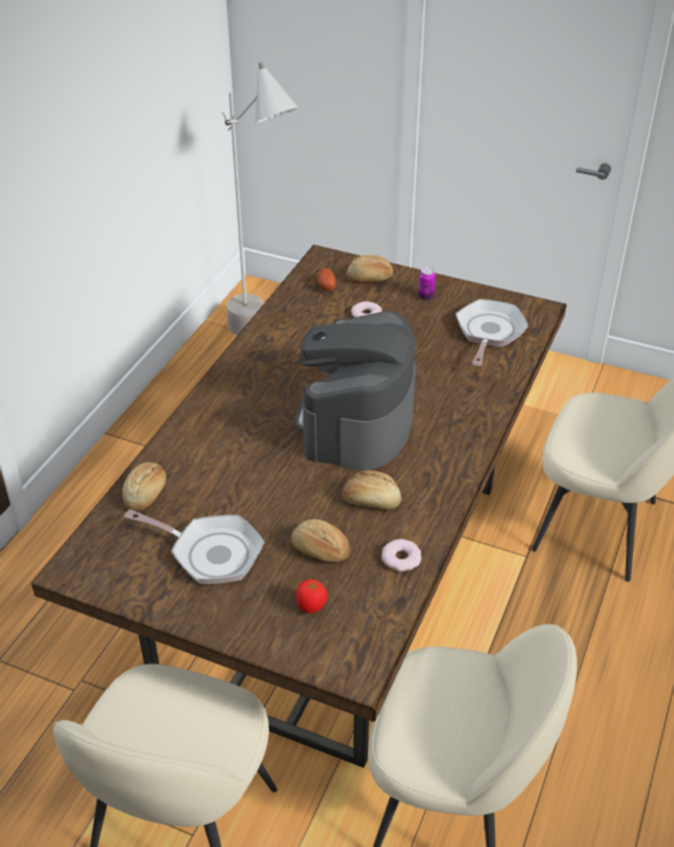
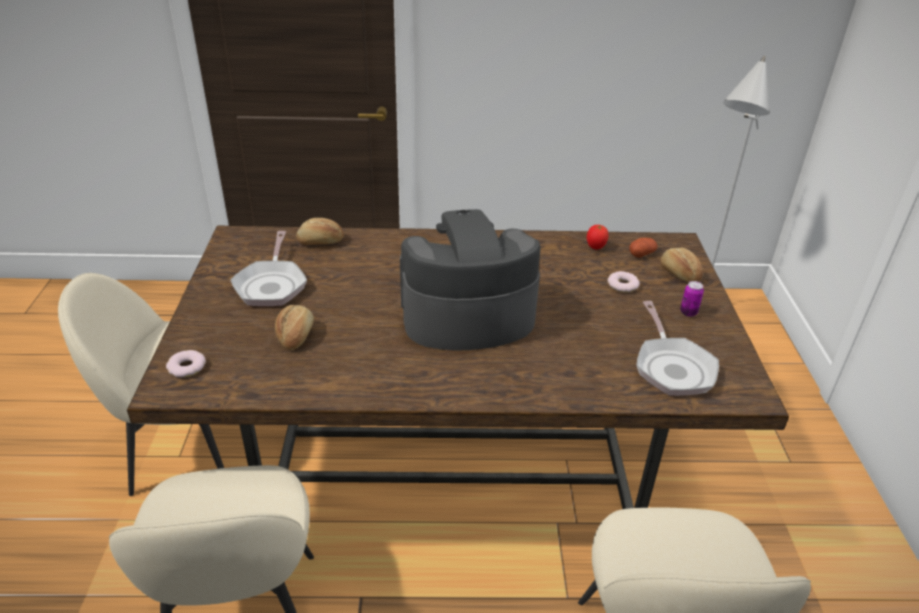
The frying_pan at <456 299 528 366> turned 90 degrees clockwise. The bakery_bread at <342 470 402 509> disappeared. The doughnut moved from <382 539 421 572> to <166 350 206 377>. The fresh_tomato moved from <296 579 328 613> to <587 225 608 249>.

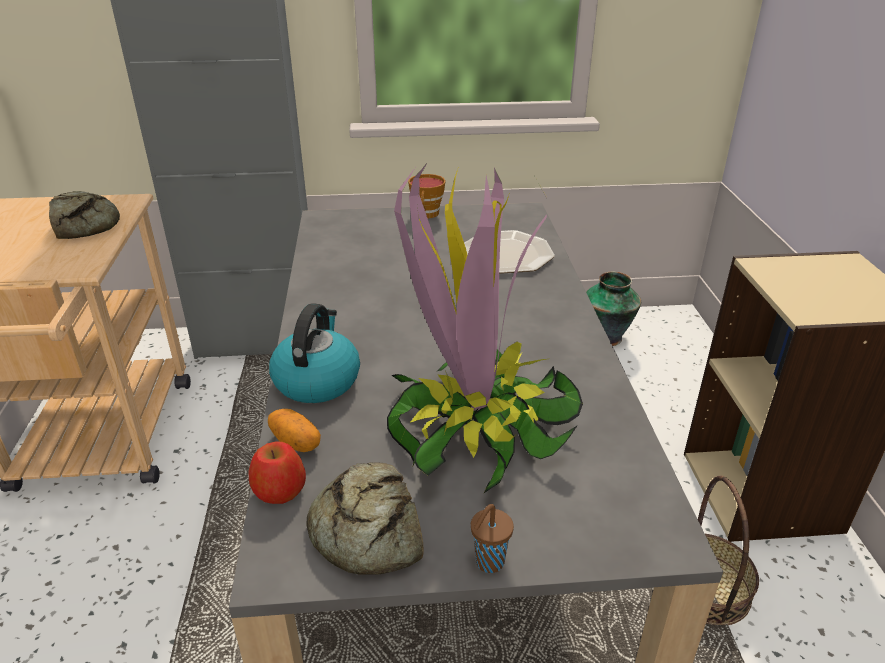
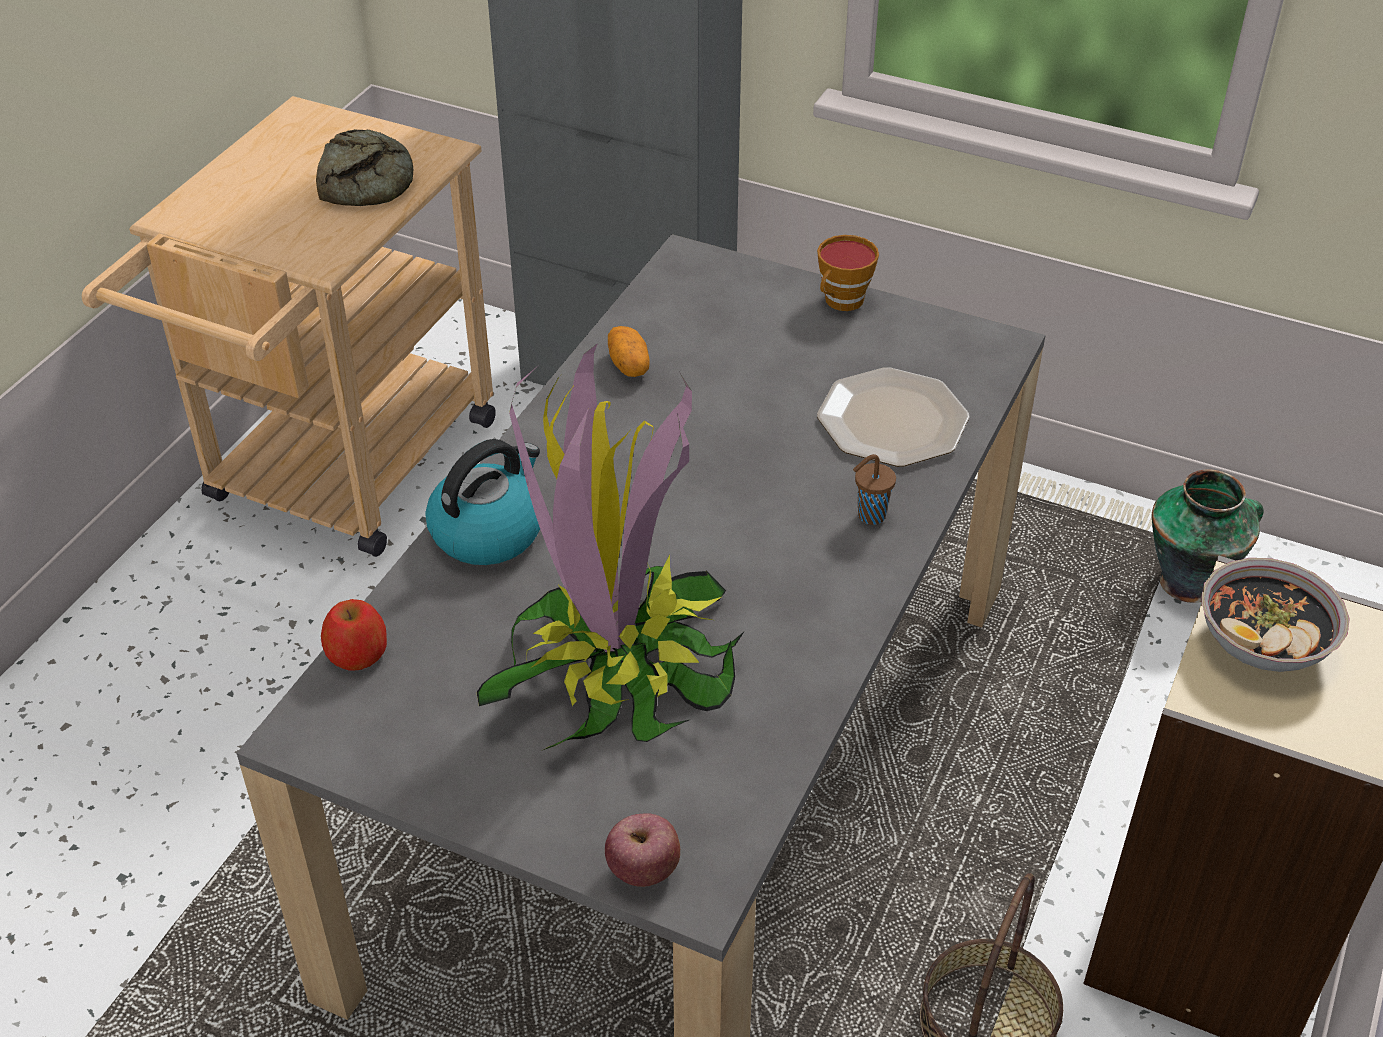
The spud moved from <268 409 321 452> to <608 326 649 377>. The bakery_bread at <307 462 424 575> disappeared. The brownish_small_cup moved from <471 504 514 573> to <853 454 896 525>. The deep_dish at <1201 558 1350 672> appeared. The whole_apple at <605 813 680 887> appeared.

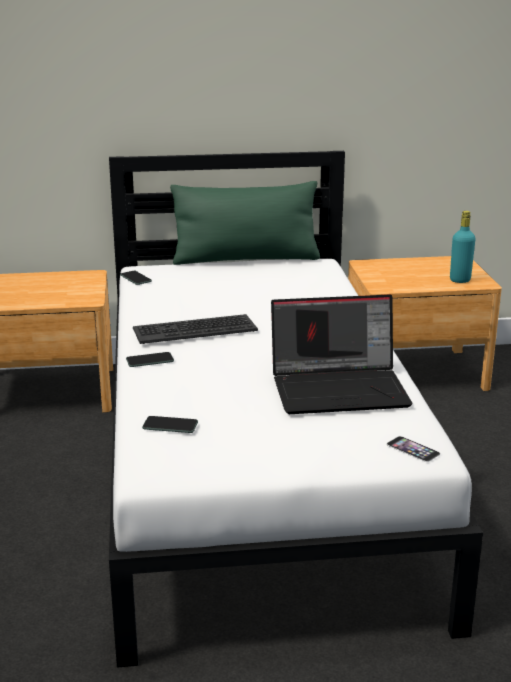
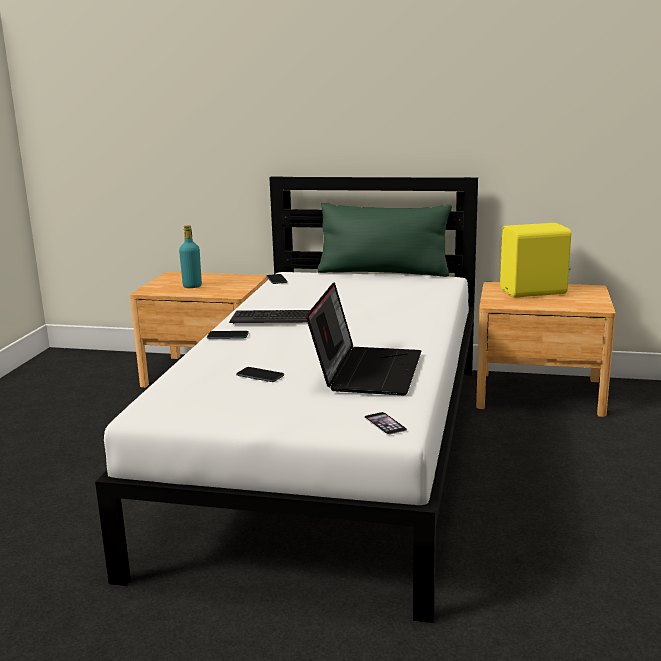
The blue-green_bottle moved from <450 211 475 283> to <179 225 202 288>. The laptop at <271 295 412 414> turned 90 degrees counterclockwise. The handset moved from <142 416 198 433> to <236 367 284 382>. The yellow_speaker at <500 223 571 298> appeared.

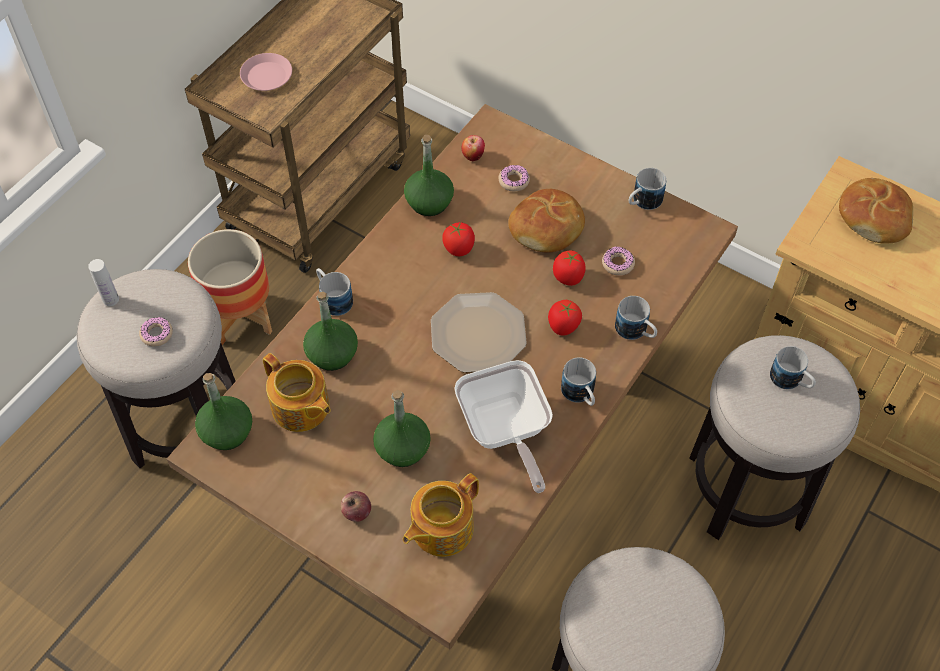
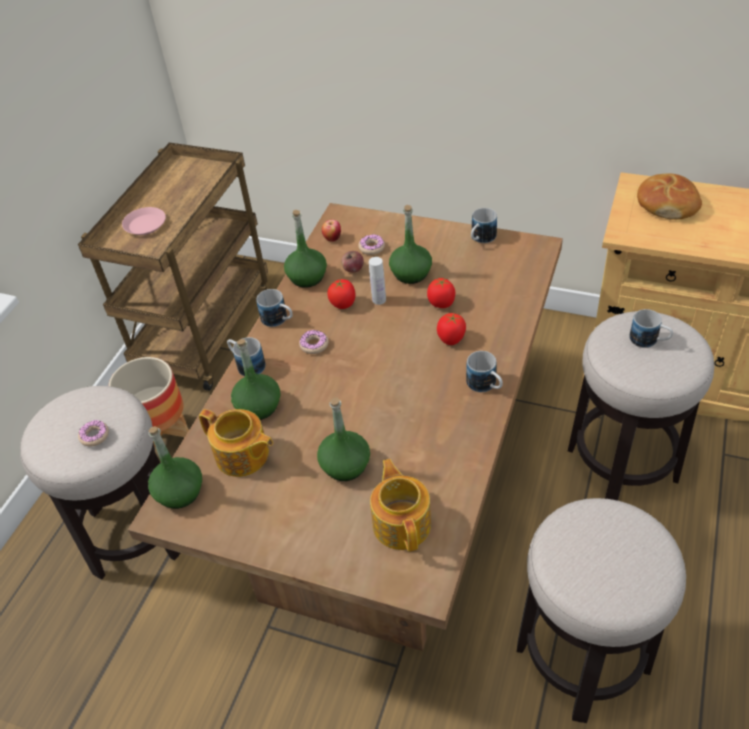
The bakery_bread at <508 189 585 253> was replaced by the green-coloured_bottle at <389 205 432 284>. The doughnut moved from <602 247 635 276> to <299 330 329 354>. The white_bottle moved from <88 259 119 306> to <369 257 386 305>. The dinner_plate at <431 292 527 373> disappeared. The mug moved from <615 296 657 340> to <256 289 293 327>. The frying_pan at <454 360 553 493> disappeared. The tea_pot at <403 473 479 557> turned 135 degrees clockwise. The whole_apple moved from <341 491 371 522> to <341 251 364 273>.

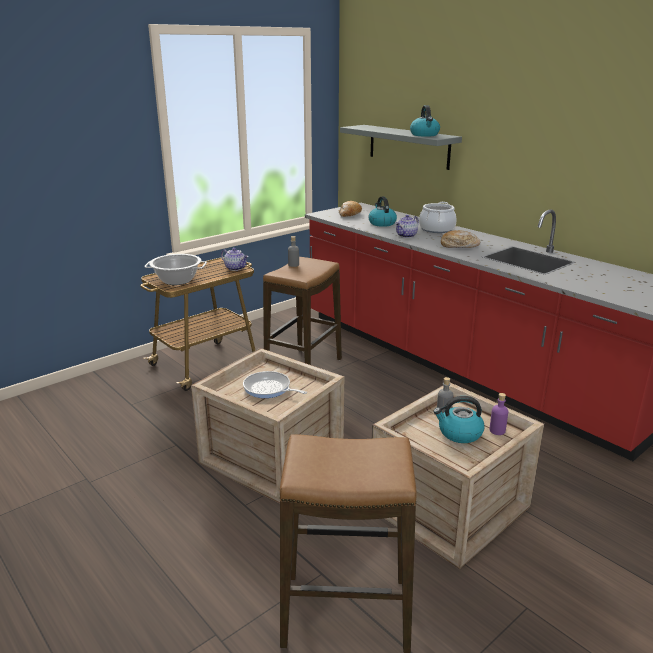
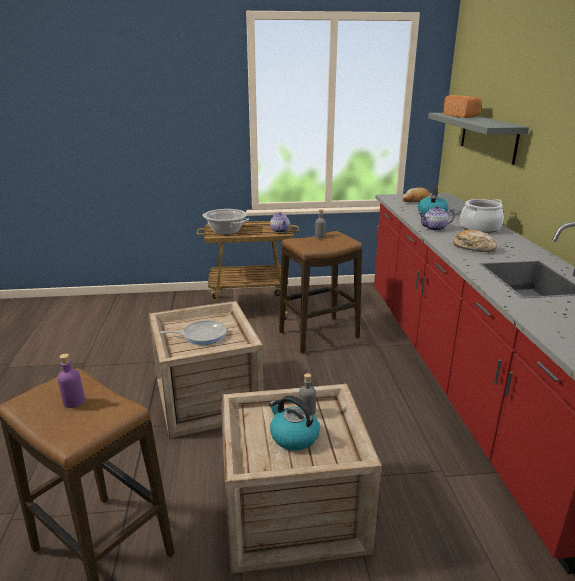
The water_kettle at <410 105 440 137> disappeared. The frying_pan at <243 371 307 398> turned 105 degrees clockwise. The purple_bottle moved from <489 393 508 435> to <58 353 85 408>. The bakery_bread at <443 95 482 118> appeared.

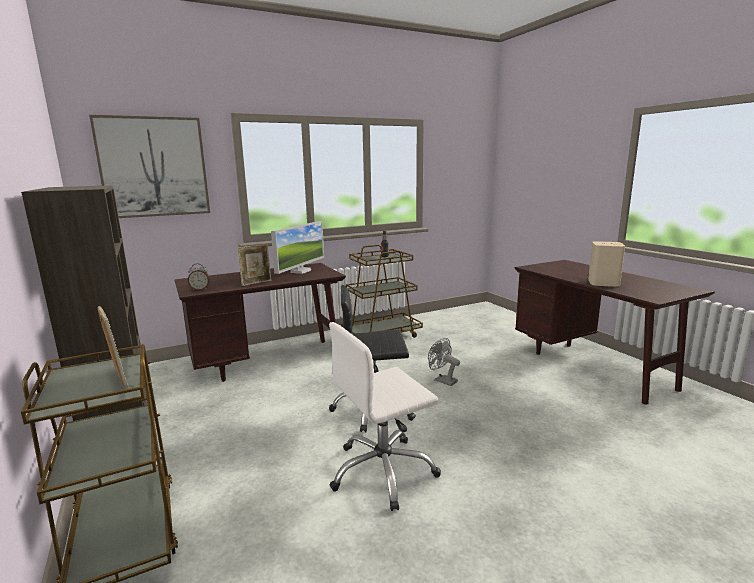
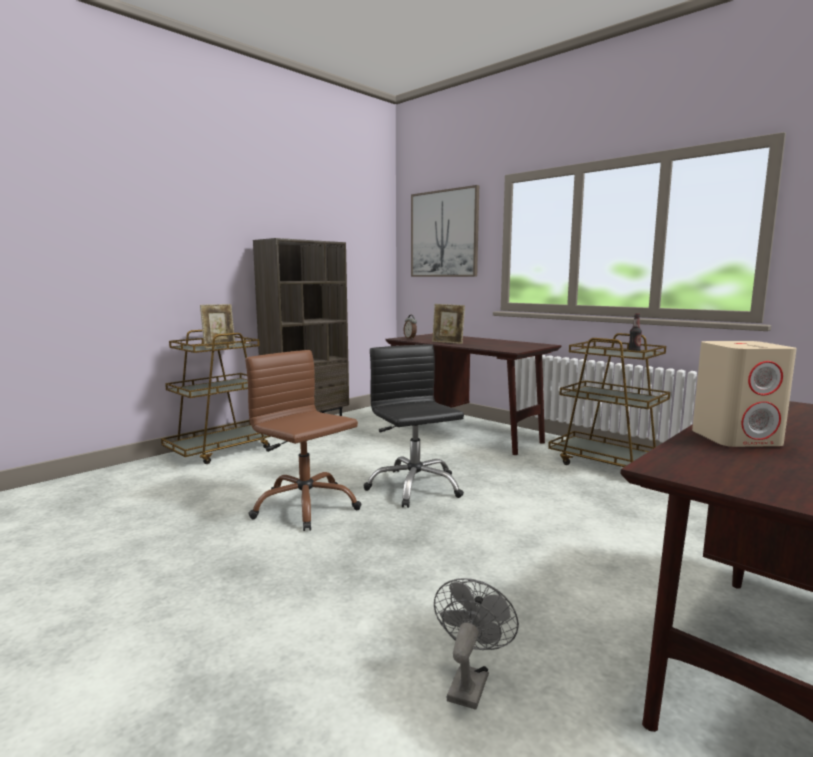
The monitor at <271 221 324 274> disappeared. The white_desk_chair at <329 322 441 511> became the brownish_desk_chair at <245 350 362 531>. The grey_electric_fan moved from <428 338 460 386> to <434 578 519 710>.

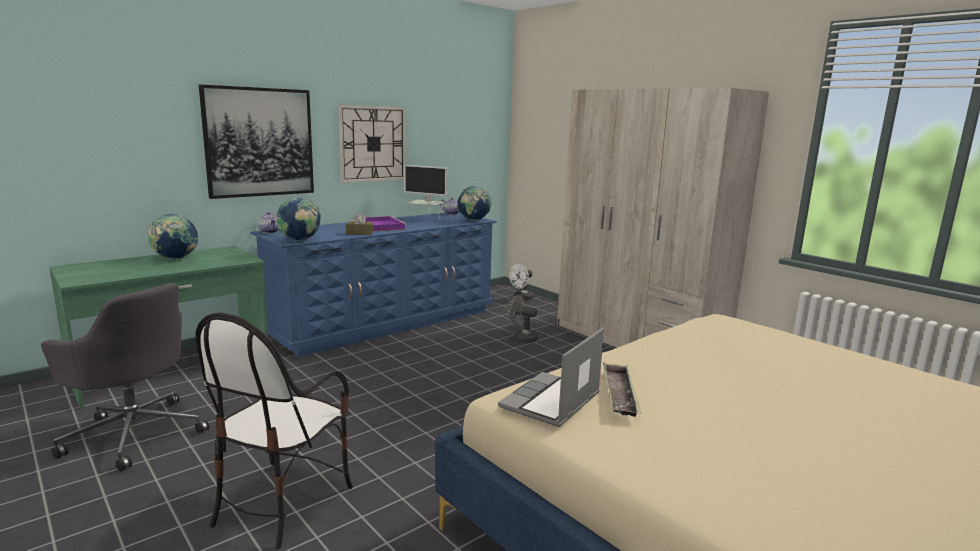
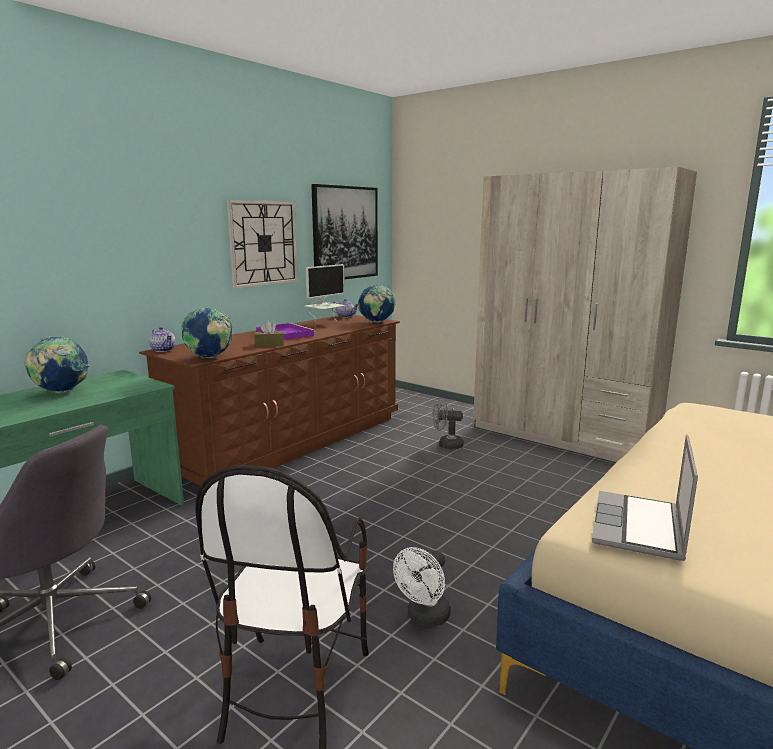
The wall_art moved from <199 85 314 199> to <311 184 378 279>. The monitor at <404 165 447 219> turned 60 degrees counterclockwise. The bluish_dresser at <250 213 497 357> became the brownish_dresser at <139 315 400 488>. The white_electric_fan moved from <509 264 534 300> to <393 547 451 627>. The carrying_tray at <603 363 642 417> disappeared.

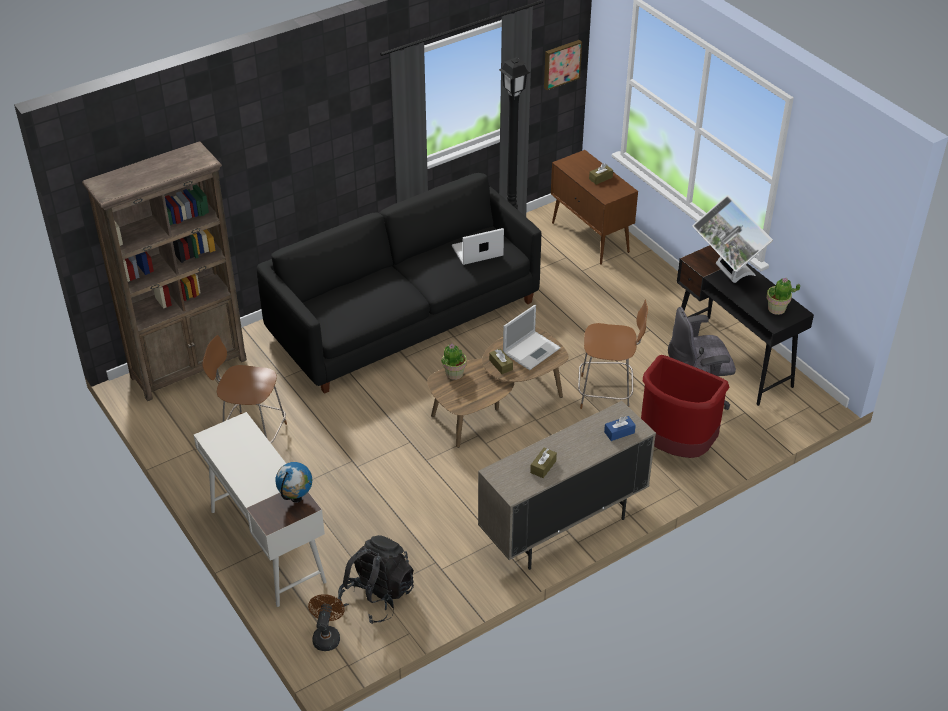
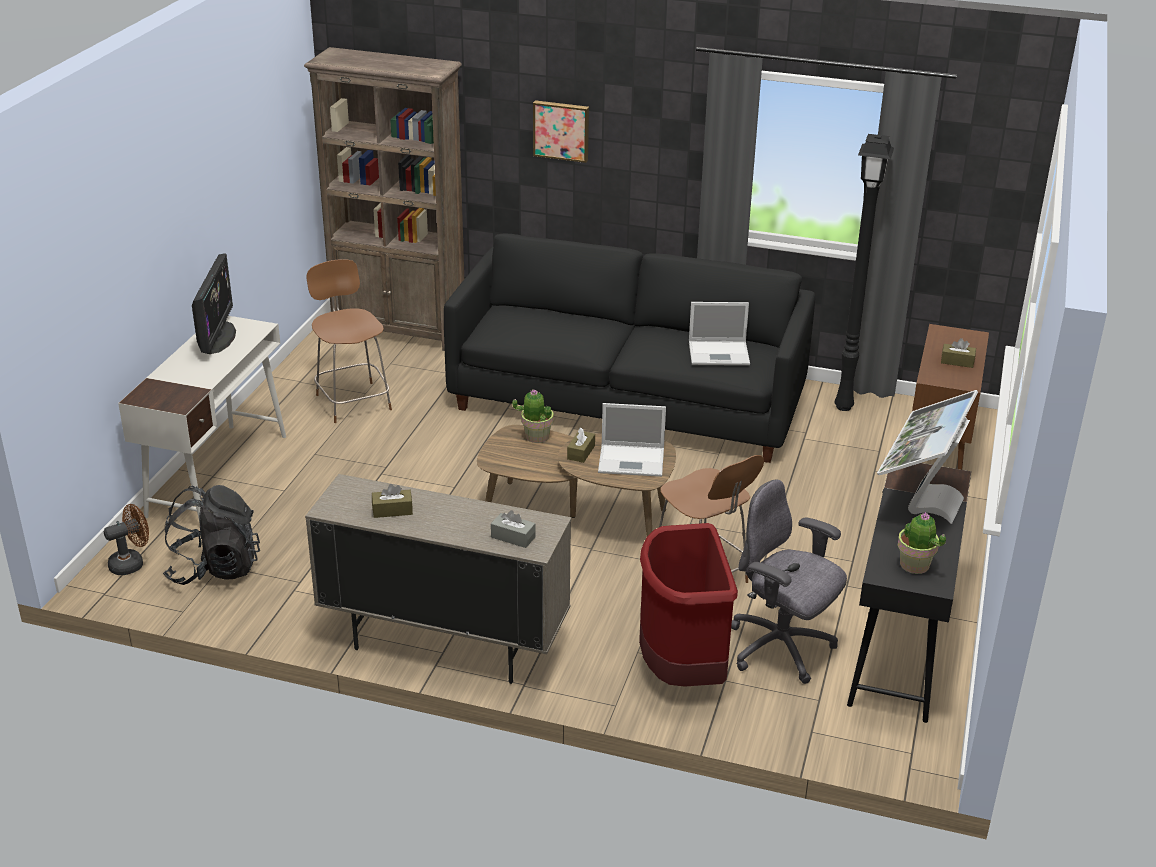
The wall_art moved from <544 40 582 90> to <533 100 589 163>. The laptop at <452 228 504 265> turned 150 degrees clockwise. The bluish_tissue_box at <604 416 636 441> became the grey_tissue_box at <491 510 536 548>. The world_globe at <275 462 312 503> disappeared. The monitor at <192 253 236 354> appeared.

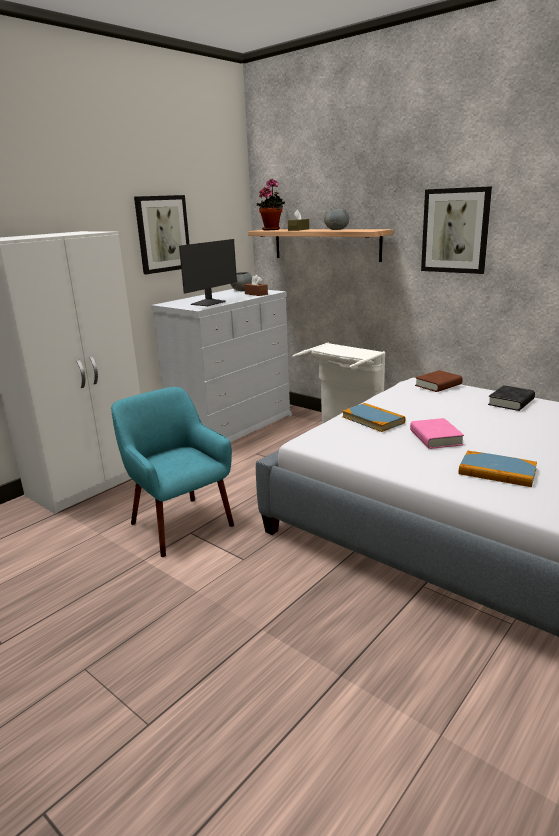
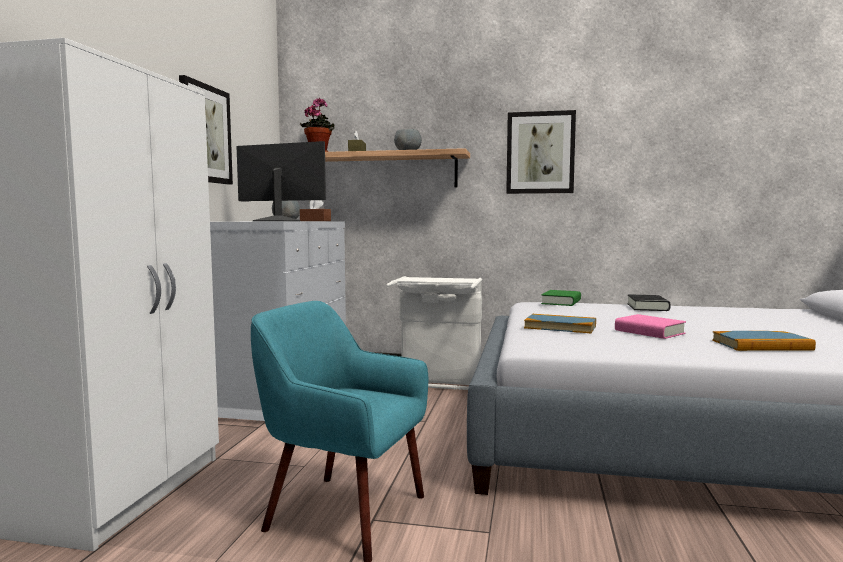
The monitor at <179 239 237 306> turned 75 degrees counterclockwise. The brownish_bound_book at <415 370 463 392> became the green-coloured_bound_book at <541 290 581 306>.

